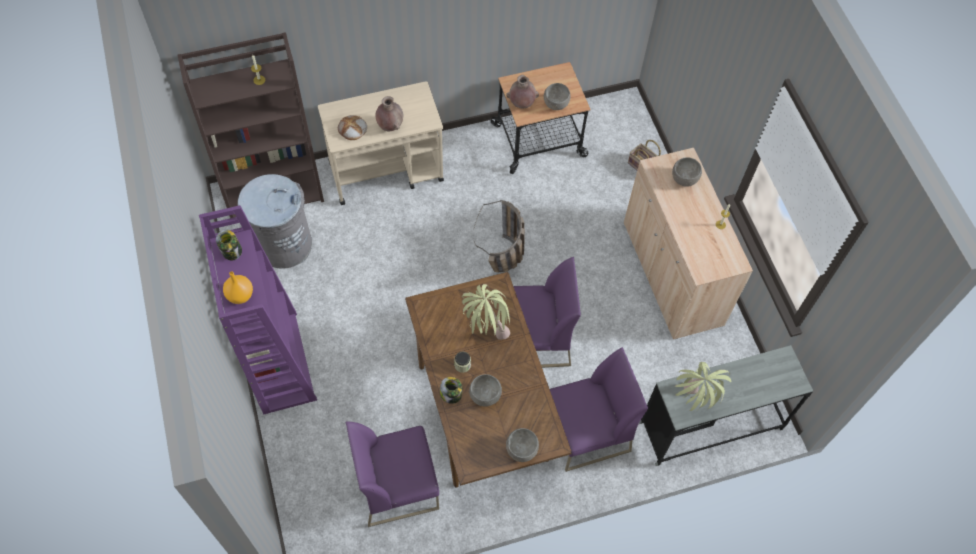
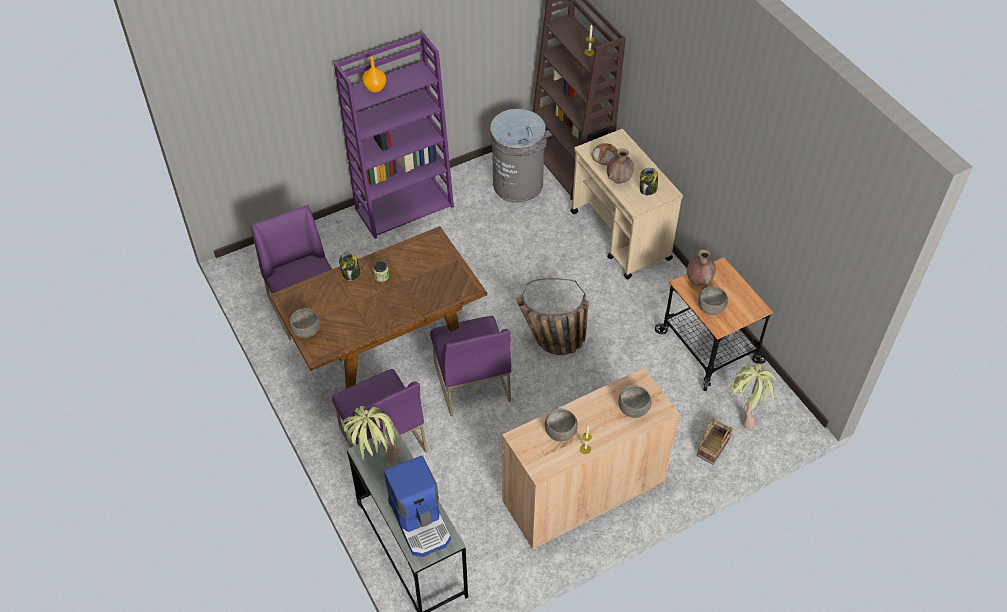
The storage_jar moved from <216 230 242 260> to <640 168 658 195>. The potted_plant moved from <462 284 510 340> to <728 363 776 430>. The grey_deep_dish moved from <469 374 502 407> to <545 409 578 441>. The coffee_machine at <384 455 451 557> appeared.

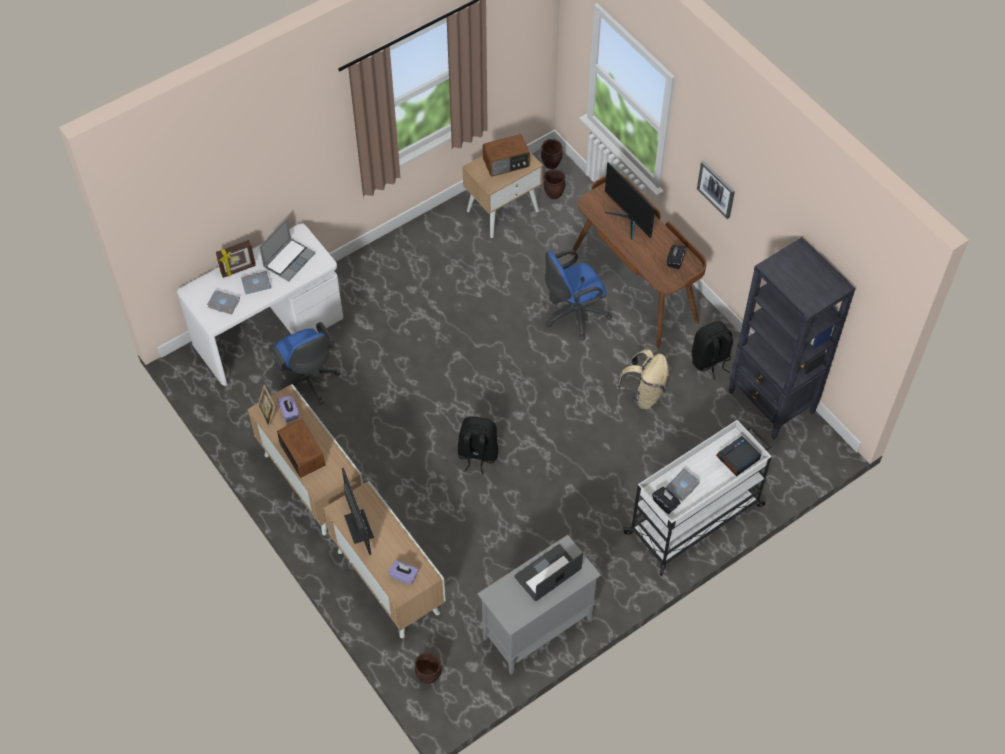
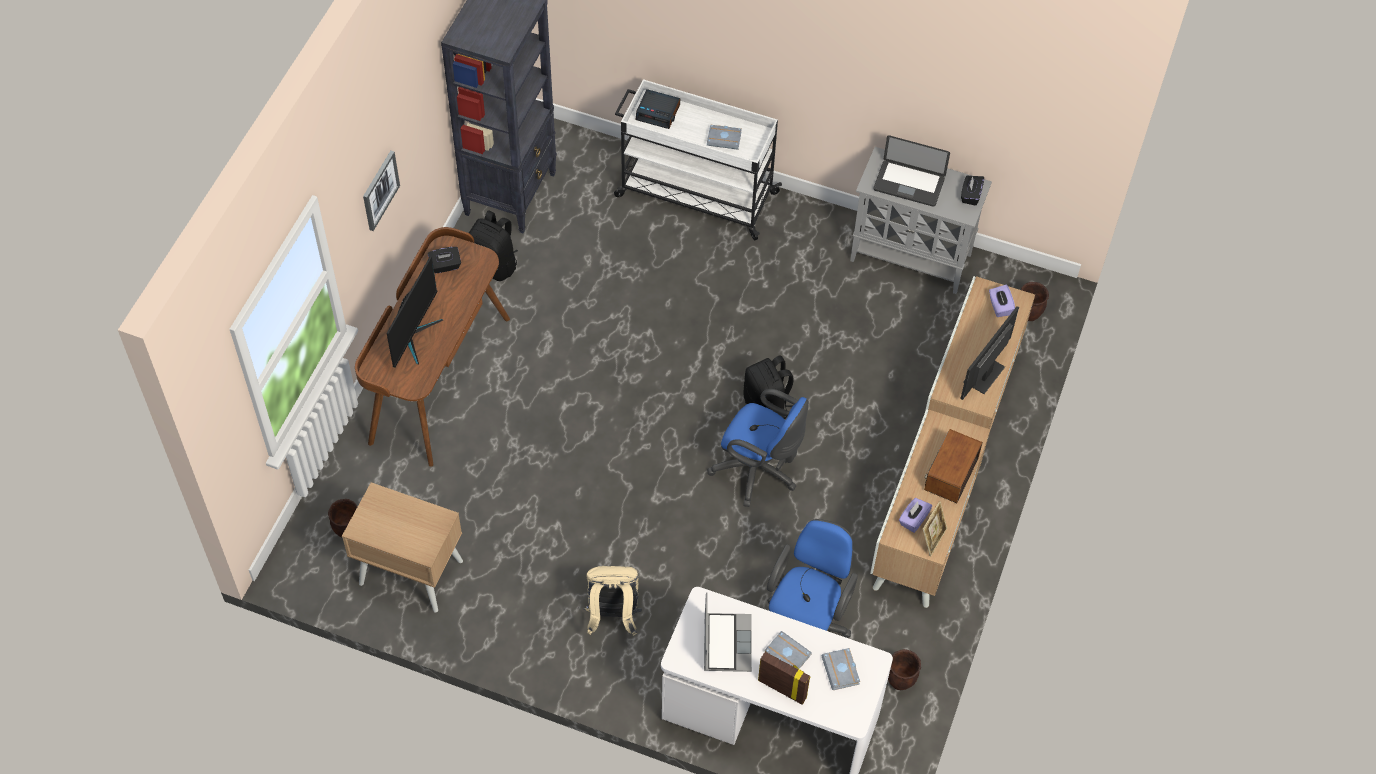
The radio_receiver at <483 134 530 177> disappeared. The brownish_planter moved from <541 139 563 169> to <888 649 921 690>. The laptop at <259 218 315 281> turned 90 degrees clockwise. The bluish_desk_chair moved from <545 250 612 340> to <707 389 809 507>. The beige-coloured_rucksack moved from <617 349 669 410> to <583 565 642 636>. The blackish_tissue_box moved from <652 487 681 514> to <961 176 984 206>.

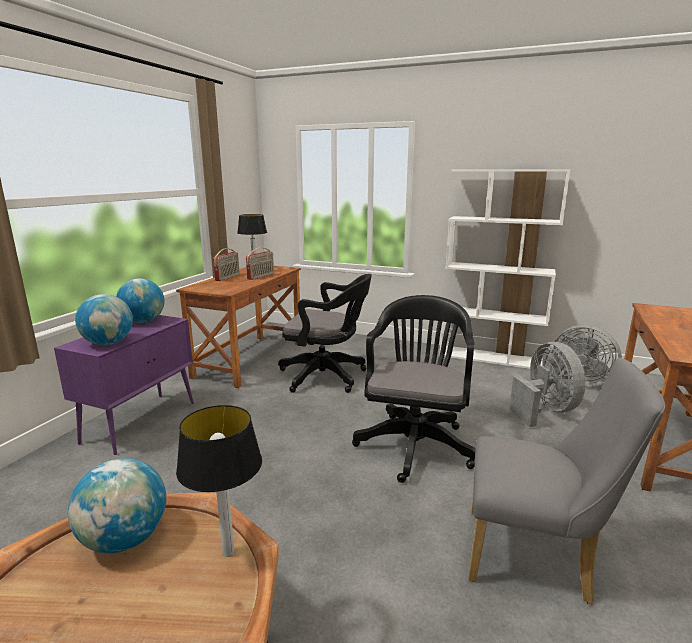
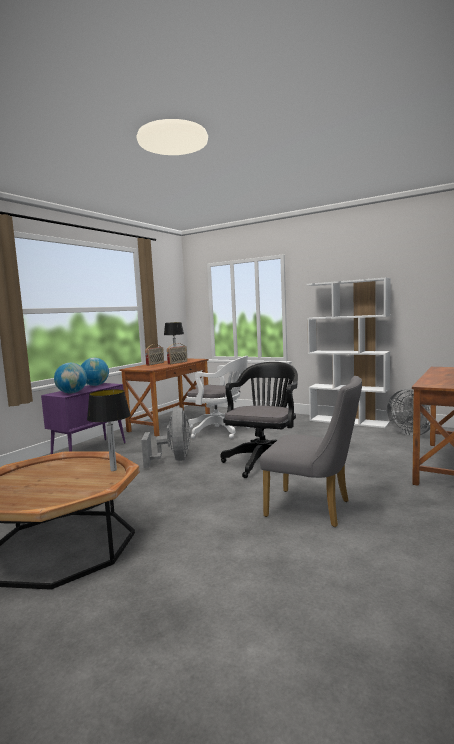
The blackish_desk_chair at <278 274 372 393> became the white_desk_chair at <186 356 250 439>. The grey_electric_fan moved from <509 342 585 427> to <141 407 191 468>. The world_globe at <68 458 166 553> disappeared.

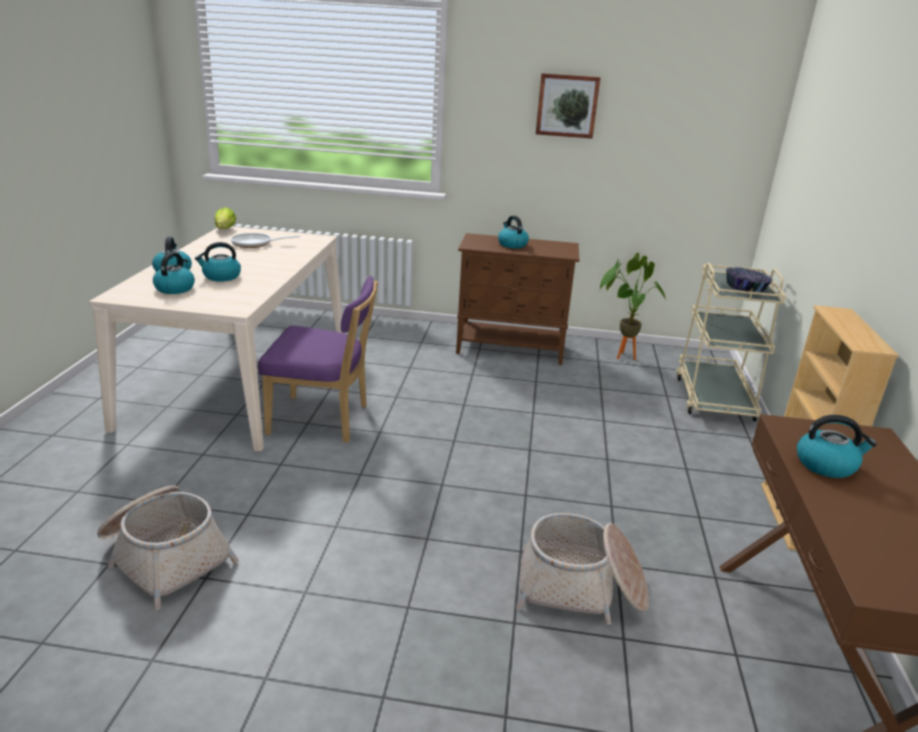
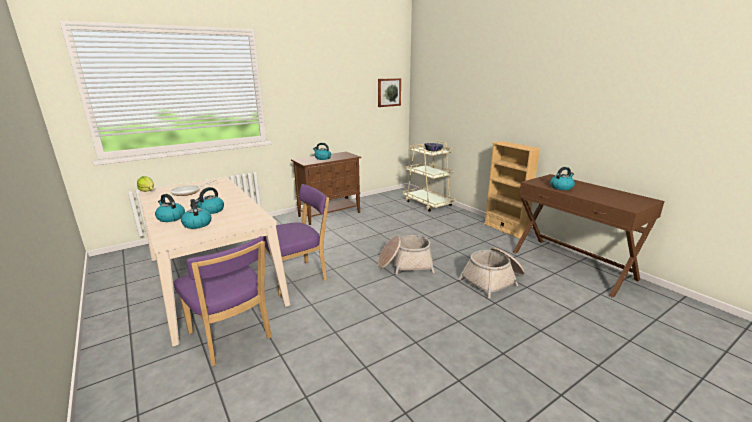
The wall_art moved from <536 73 601 139> to <378 78 401 107>. The potted_plant at <600 253 666 360> disappeared. The storage_basket moved from <97 485 239 610> to <378 235 435 274>. The purple_plain_chair at <174 236 272 366> appeared.

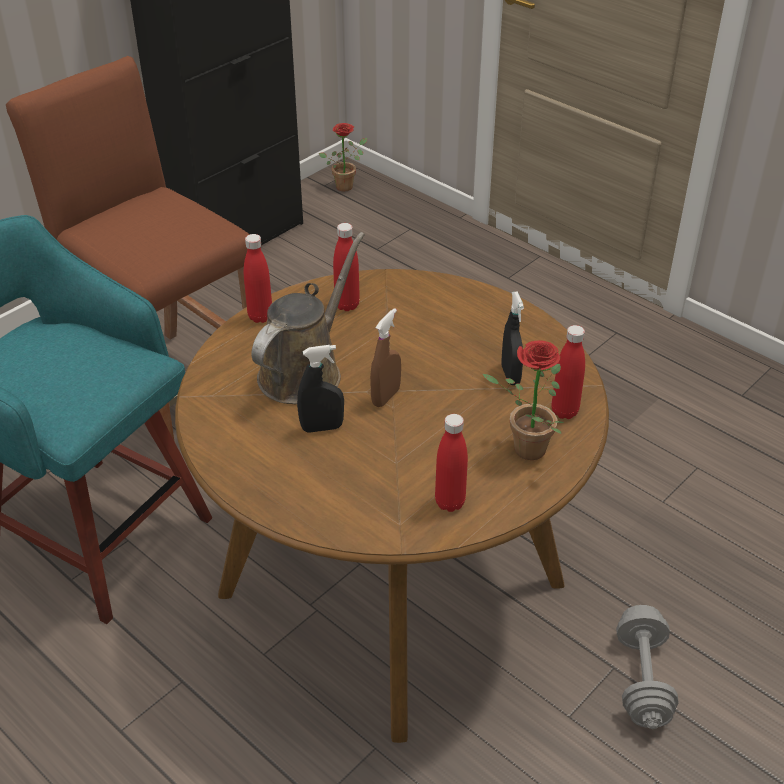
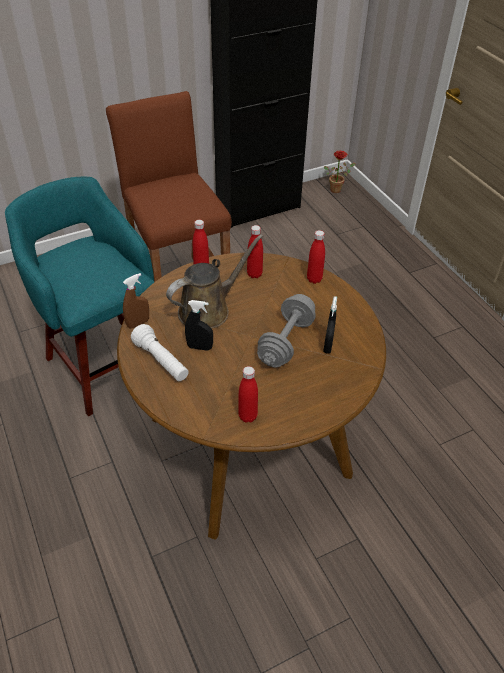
The brownish_sprayer moved from <370 308 401 407> to <123 273 149 328>. The red-coloured_bottle moved from <551 325 585 419> to <307 230 325 284>. The potted_plant at <482 340 563 460> disappeared. The grey_hand_weight moved from <616 605 679 729> to <257 294 315 367>. The white_hand_torch at <131 324 189 381> appeared.

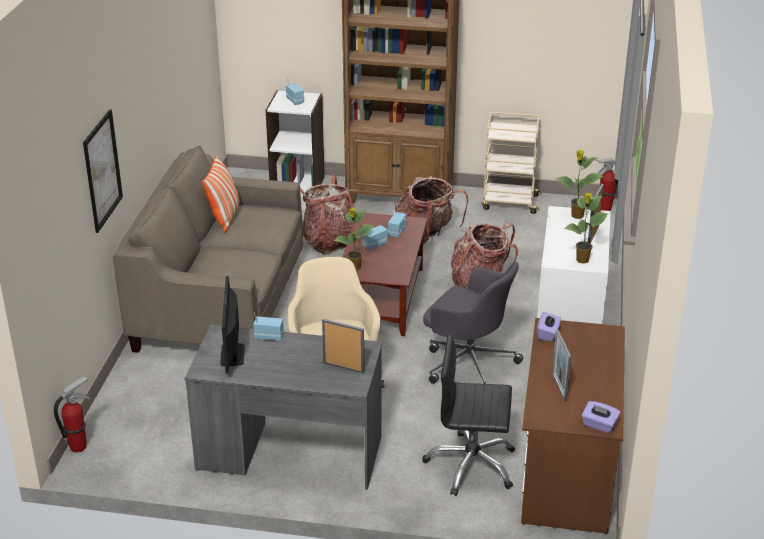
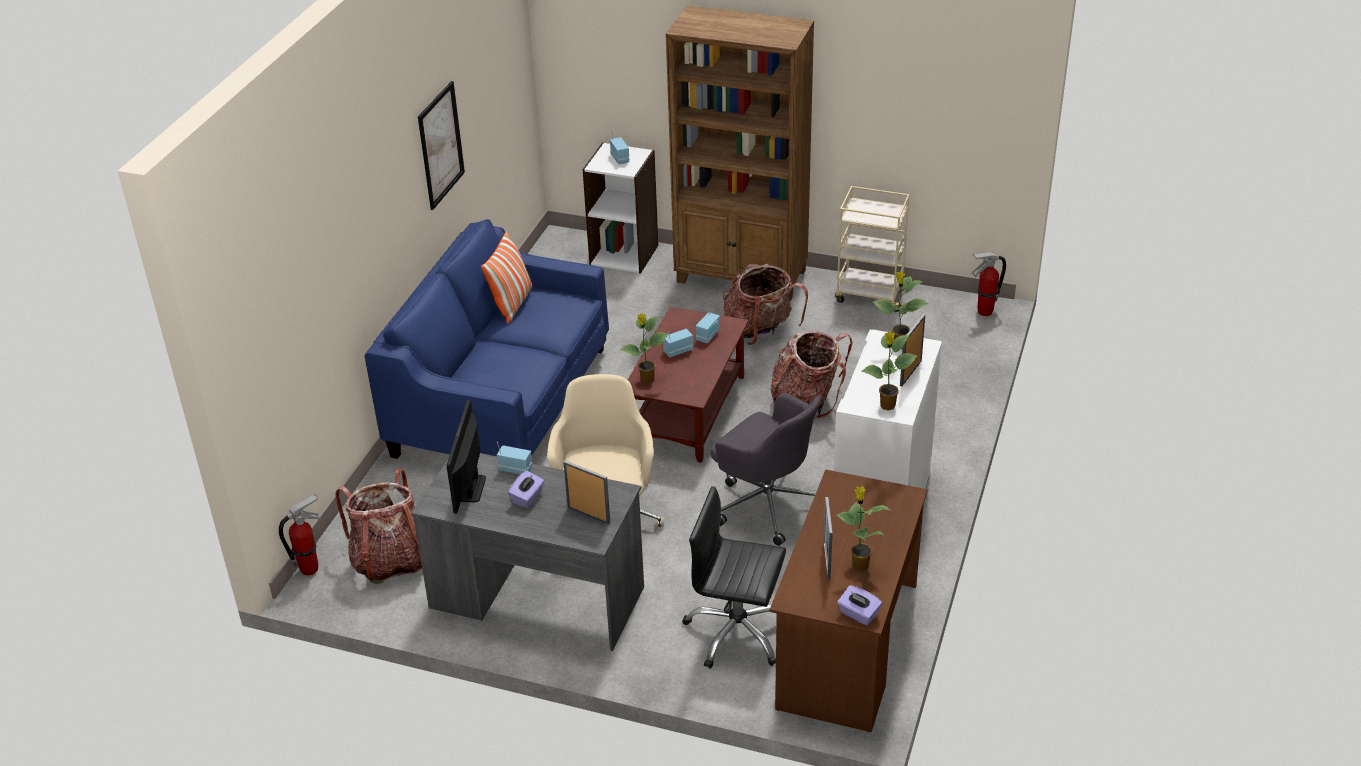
The wall_art moved from <83 109 123 233> to <418 81 465 210>. The beige-coloured_sofa at <113 146 303 353> became the bluish_sofa at <365 219 609 459>. The rucksack moved from <300 174 356 255> to <335 469 422 584>. The purple_tissue_box moved from <537 311 561 342> to <508 471 544 508>. The potted_plant at <836 486 890 572> appeared.

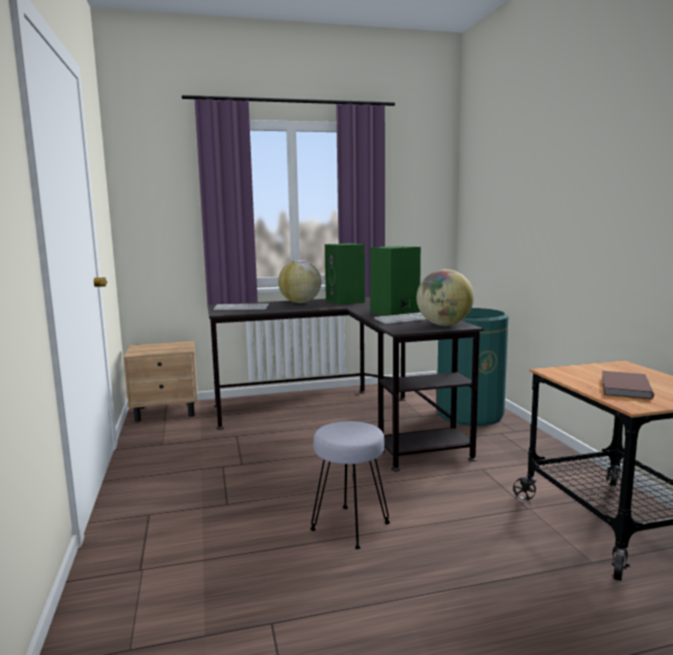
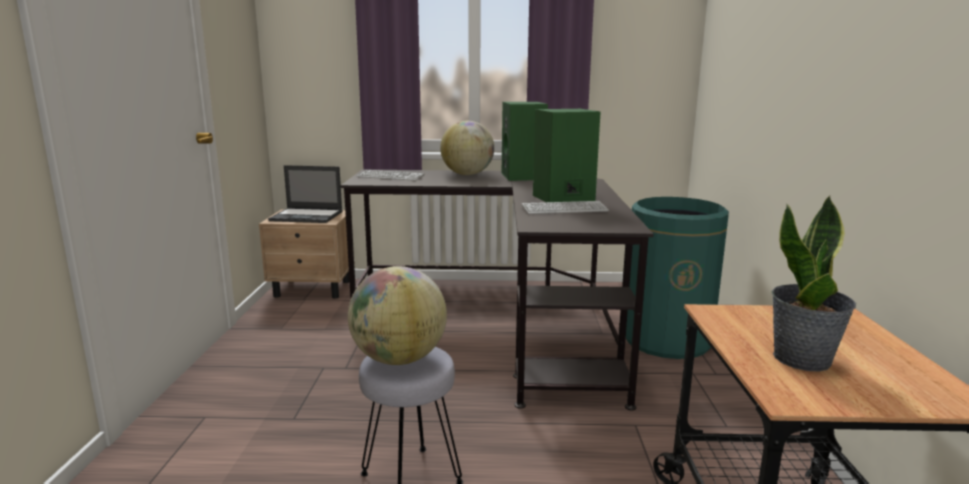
The world_globe moved from <417 269 474 326> to <348 266 447 365>. The brownish_bound_book at <601 371 654 400> was replaced by the potted_plant at <772 195 856 371>. The laptop at <268 165 343 223> appeared.

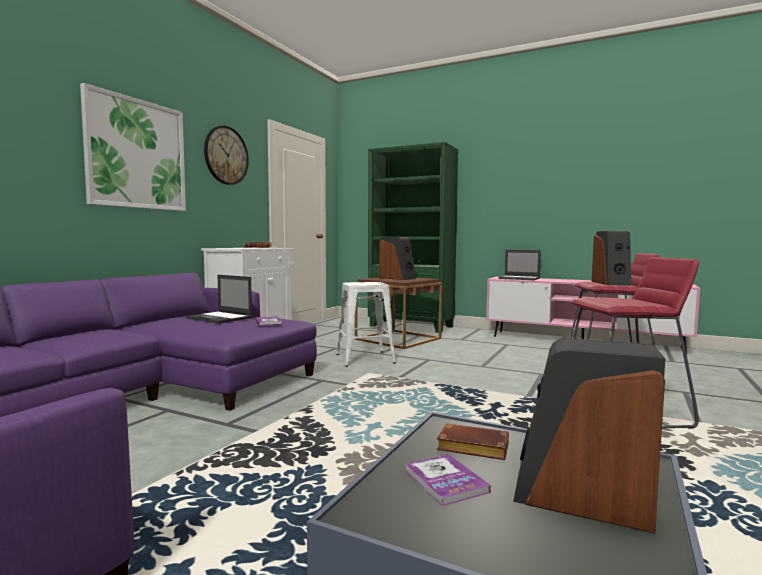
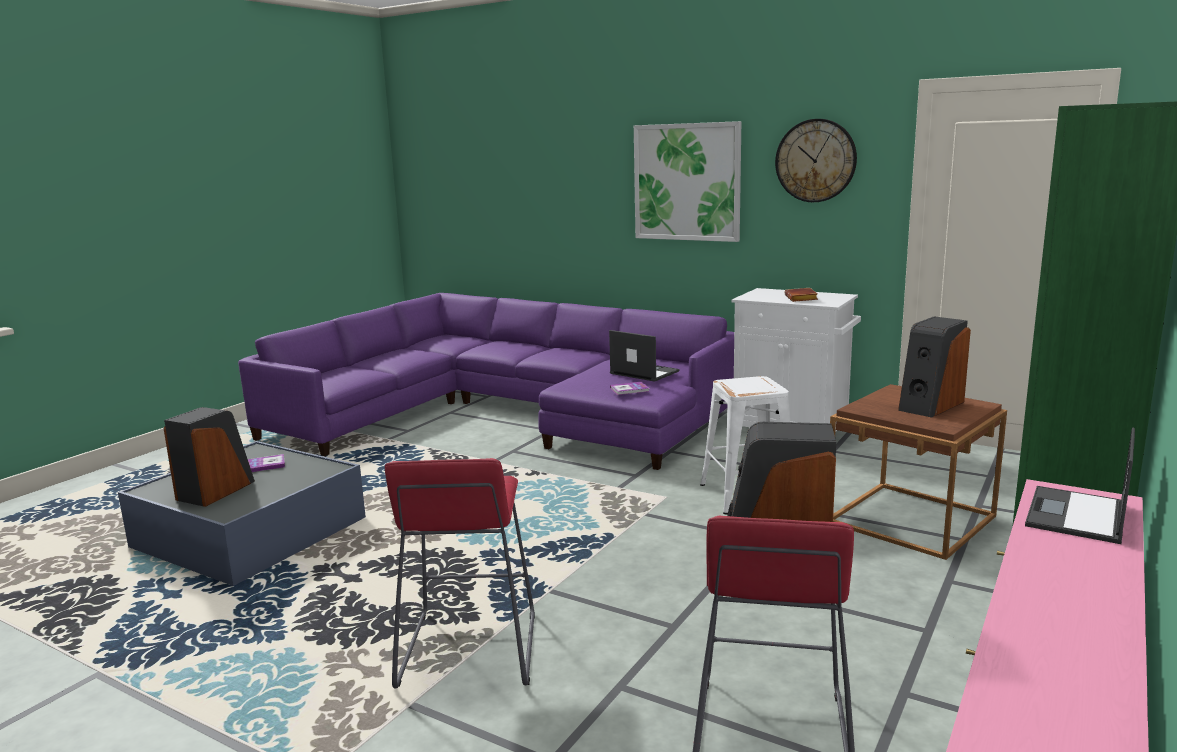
The laptop at <186 275 252 324> turned 90 degrees clockwise. The brownish_bound_book at <437 424 509 460> disappeared.

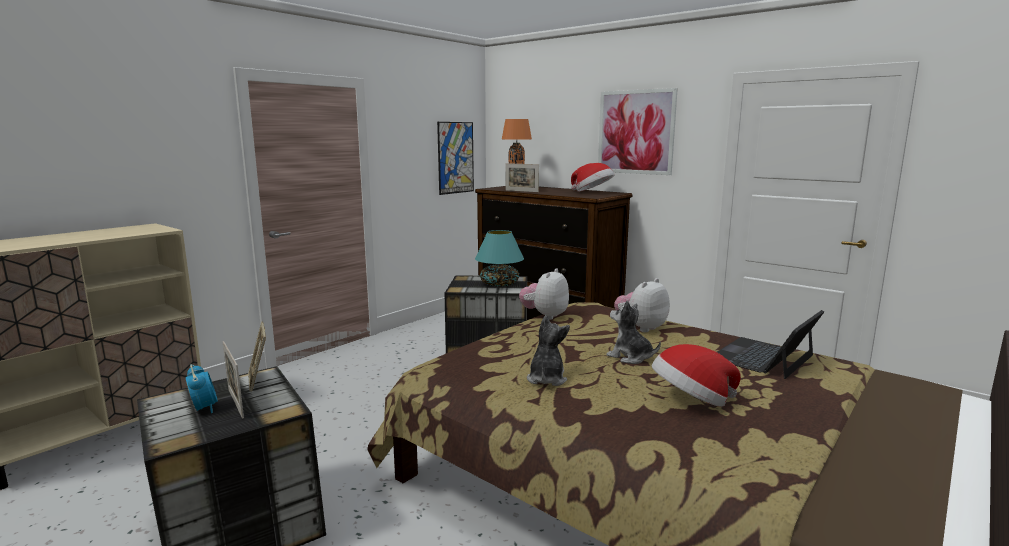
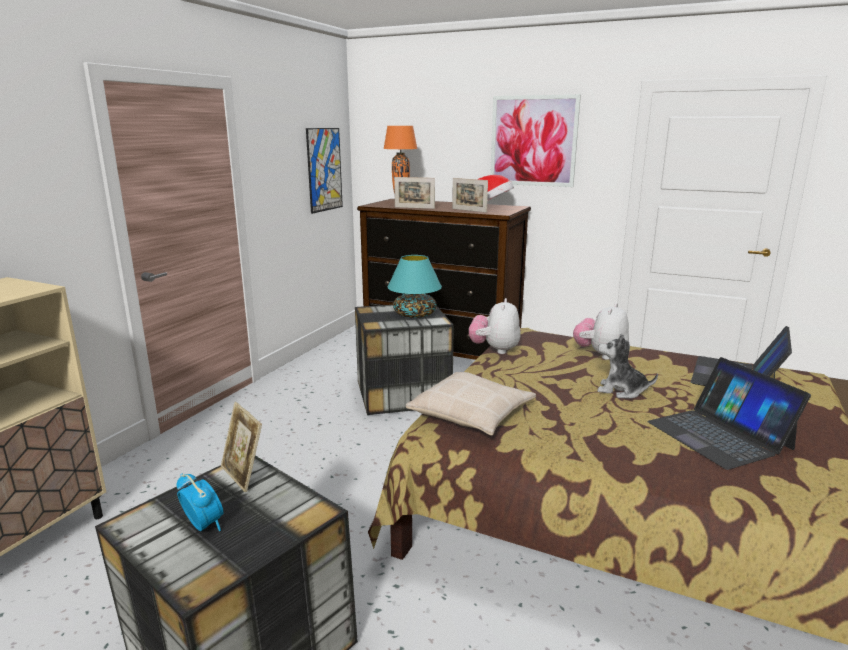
The plush_toy at <527 316 570 386> disappeared. The photo_frame moved from <223 341 244 419> to <452 178 488 213>. The clothing_hat at <652 344 741 407> was replaced by the laptop at <647 357 811 470>. The beige-coloured_cushion at <406 372 536 435> appeared.

